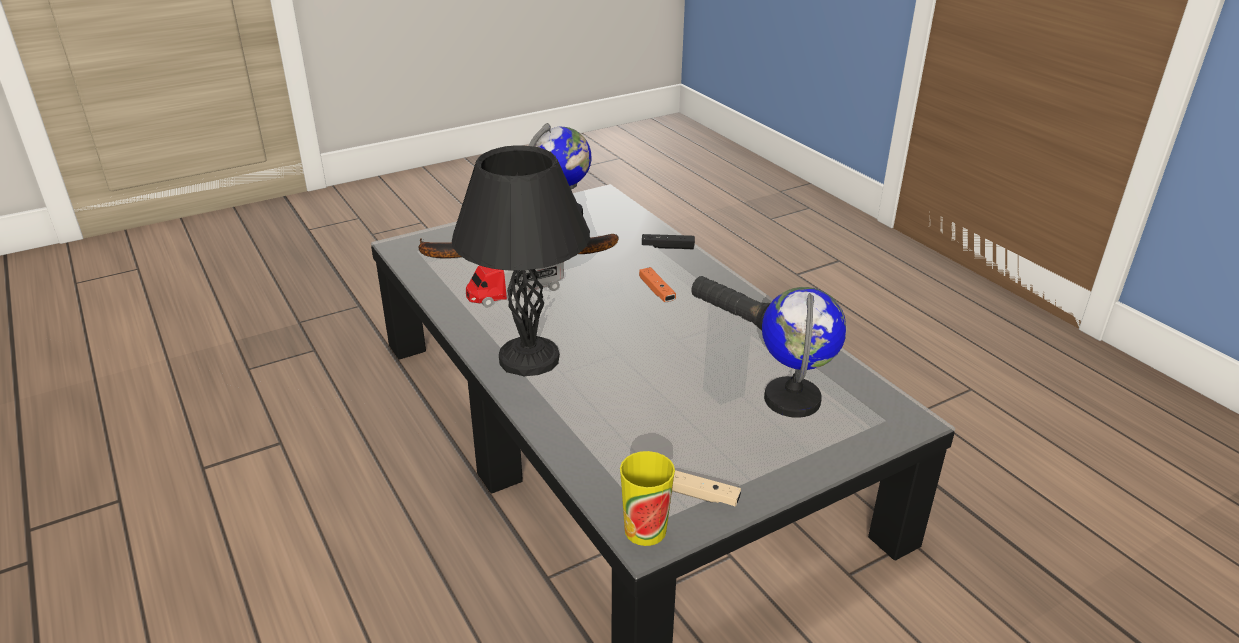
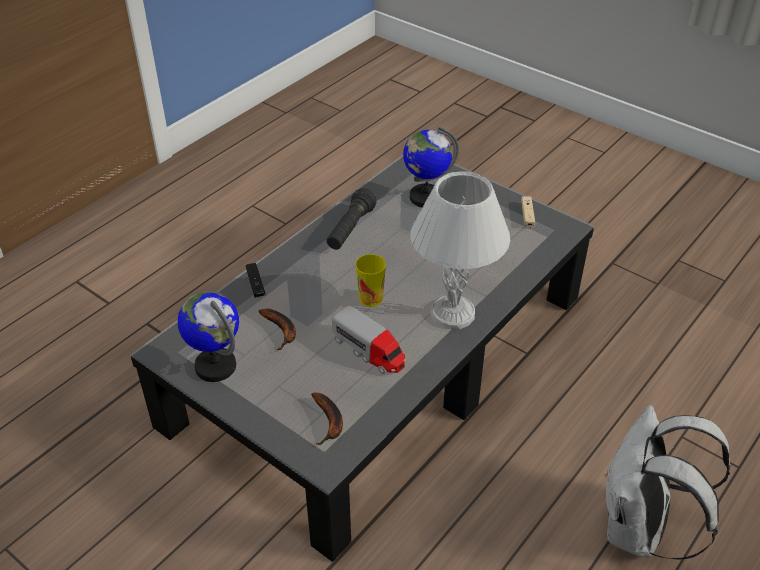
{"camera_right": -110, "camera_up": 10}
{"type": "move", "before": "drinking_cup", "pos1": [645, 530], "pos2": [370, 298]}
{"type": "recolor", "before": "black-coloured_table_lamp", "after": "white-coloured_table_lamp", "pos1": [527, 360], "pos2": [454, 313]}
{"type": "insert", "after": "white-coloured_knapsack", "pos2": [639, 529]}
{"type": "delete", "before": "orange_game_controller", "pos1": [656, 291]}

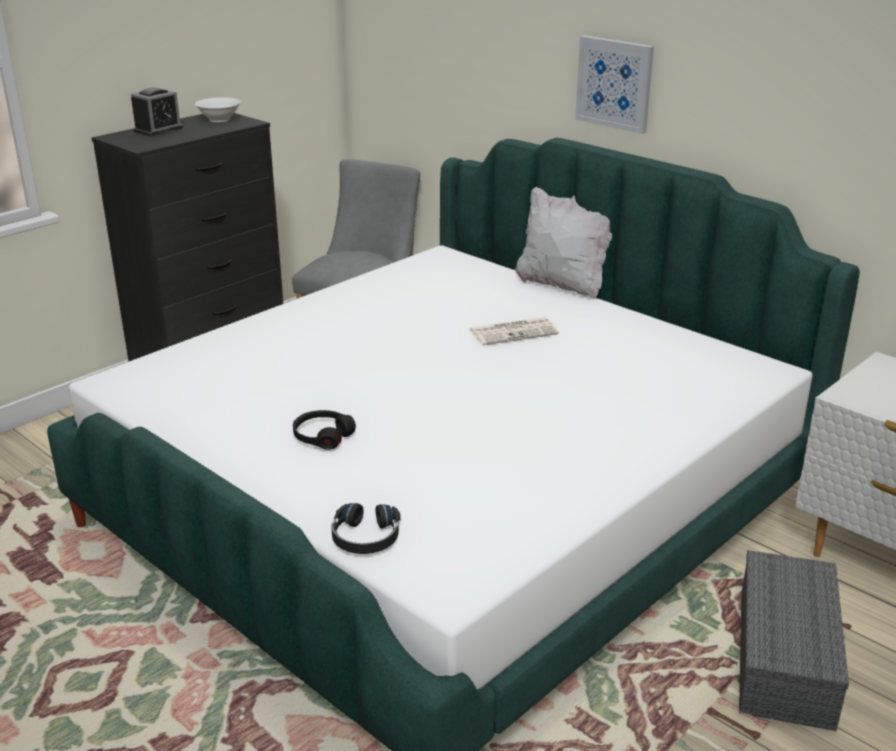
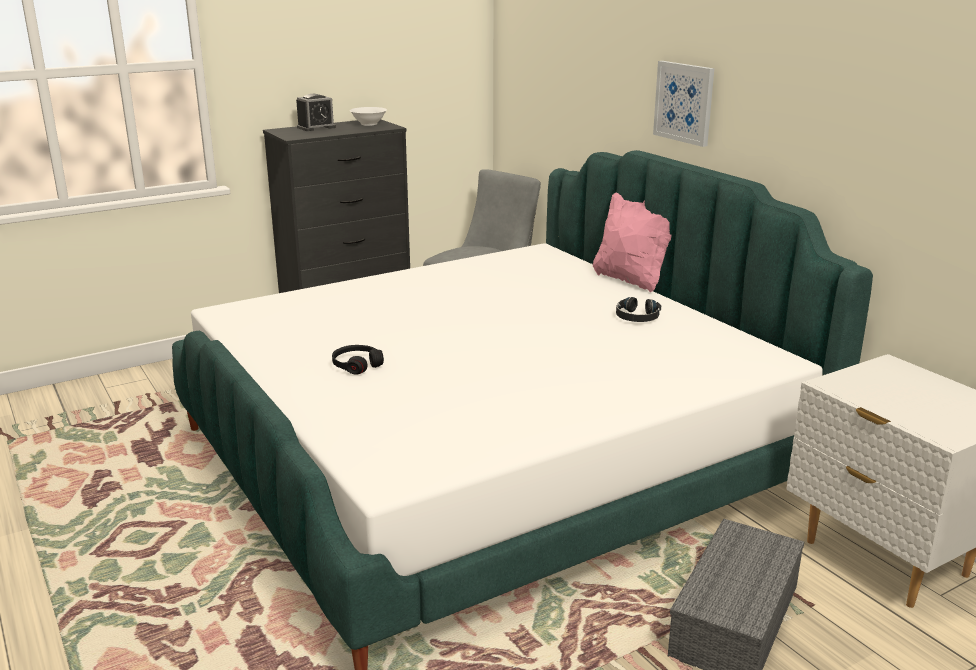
{"camera_right": 15, "camera_up": -5}
{"type": "recolor", "before": "white-coloured_throw_pillow", "after": "pink_throw_pillow", "pos1": [563, 285], "pos2": [631, 280]}
{"type": "move", "before": "black-coloured_headset", "pos1": [365, 538], "pos2": [637, 317]}
{"type": "delete", "before": "printed_paper", "pos1": [514, 332]}

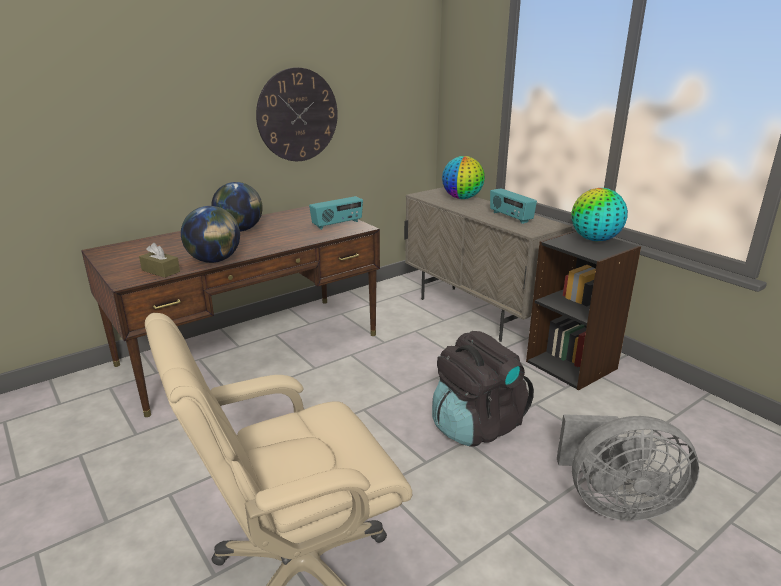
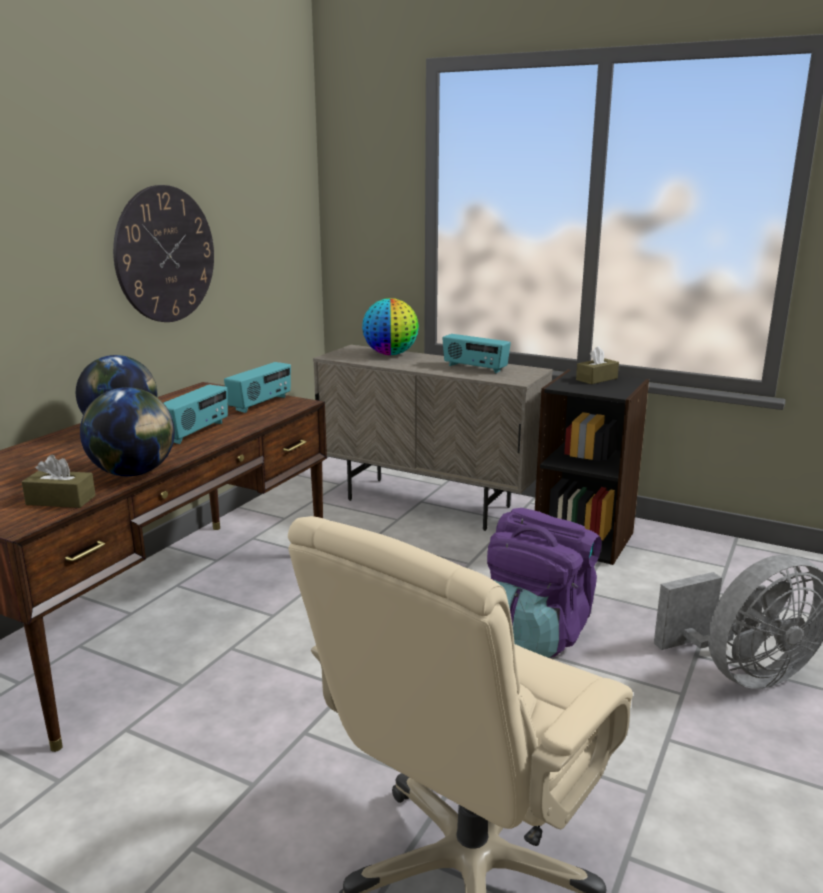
{"camera_right": -25, "camera_up": -5}
{"type": "insert", "after": "radio_receiver", "pos2": [196, 432]}
{"type": "recolor", "before": "black-coloured_knapsack", "after": "purplish_knapsack", "pos1": [476, 425], "pos2": [537, 632]}
{"type": "replace", "before": "desk_globe", "after": "brown-coloured_tissue_holder", "pos1": [595, 240], "pos2": [596, 379]}

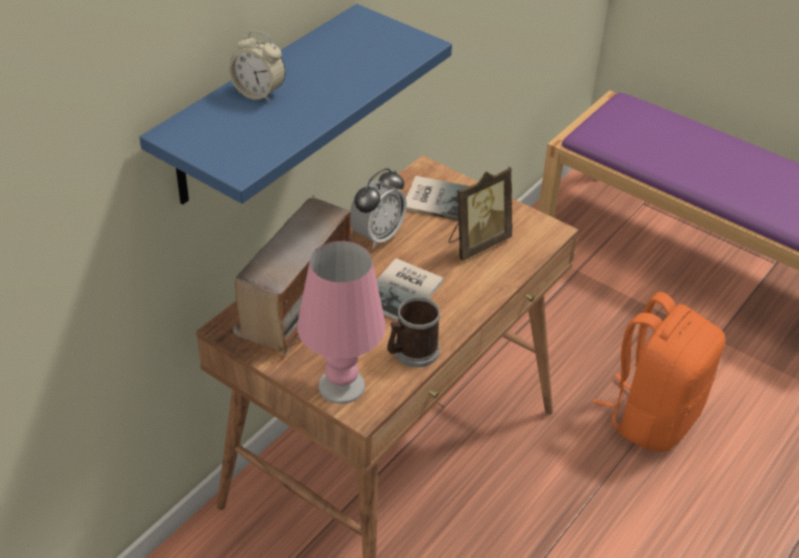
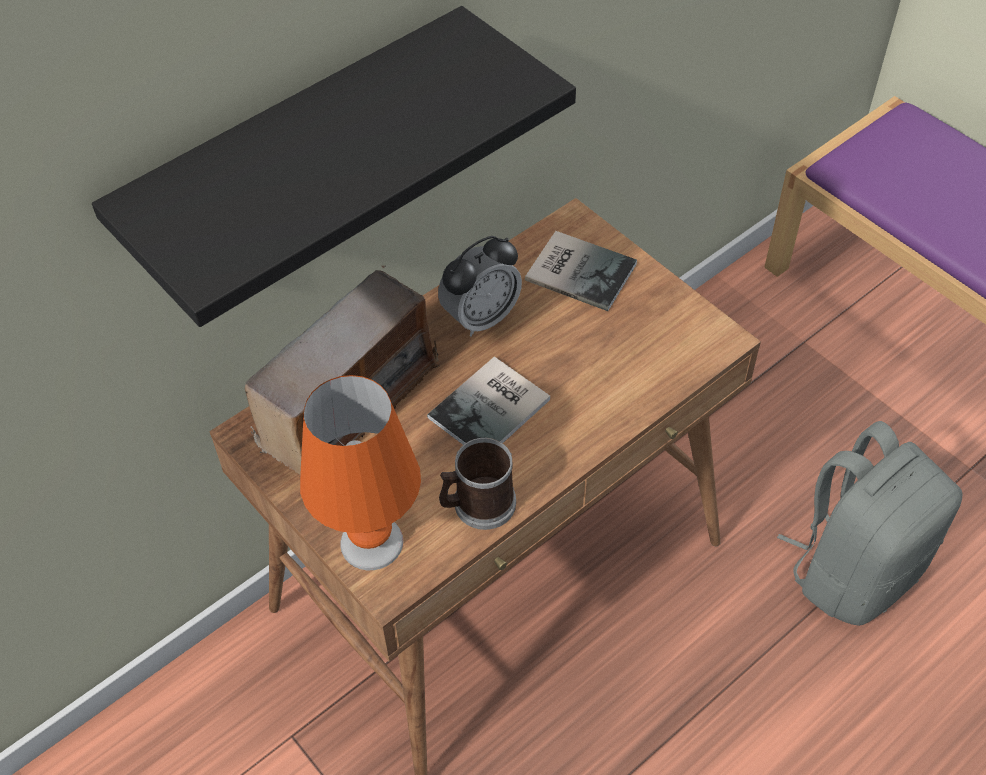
{"camera_right": 15, "camera_up": 10}
{"type": "recolor", "before": "blue_wall_shelf", "after": "black-coloured_wall_shelf", "pos1": [259, 107], "pos2": [298, 151]}
{"type": "recolor", "before": "pink_table_lamp", "after": "orange_table_lamp", "pos1": [342, 385], "pos2": [372, 542]}
{"type": "recolor", "before": "orange_knapsack", "after": "greyish_knapsack", "pos1": [653, 416], "pos2": [854, 569]}
{"type": "delete", "before": "table_clock", "pos1": [258, 93]}
{"type": "delete", "before": "picture_frame", "pos1": [477, 243]}

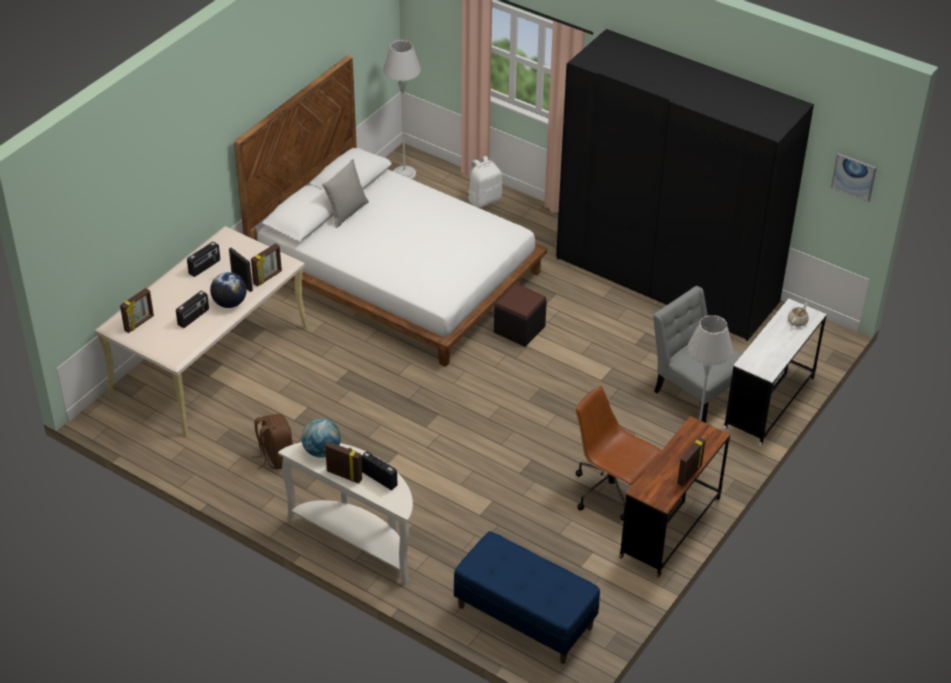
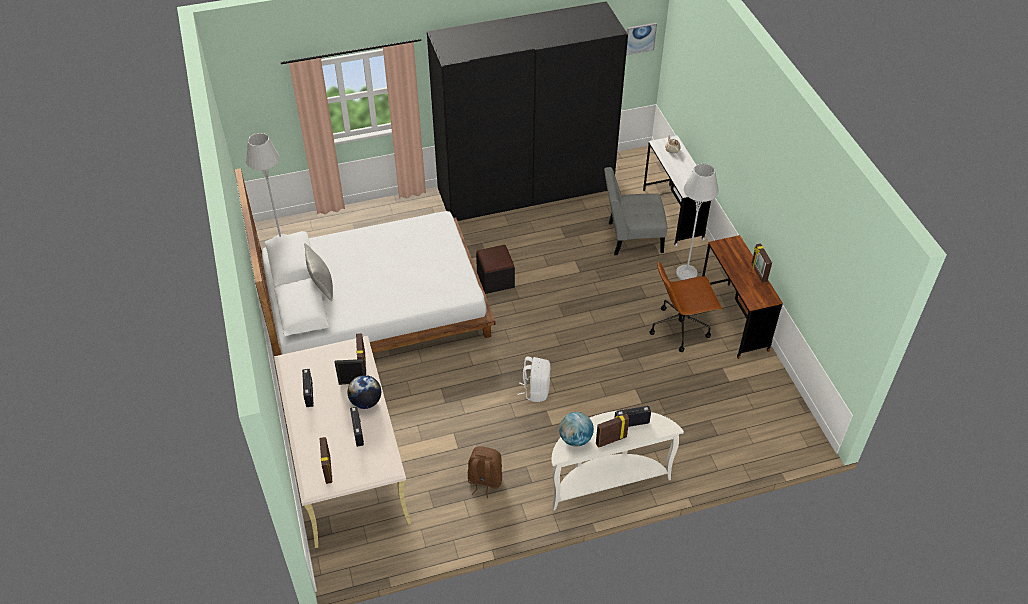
{"camera_right": -50, "camera_up": 5}
{"type": "move", "before": "white-coloured_knapsack", "pos1": [484, 199], "pos2": [536, 390]}
{"type": "delete", "before": "blue_bench", "pos1": [524, 617]}

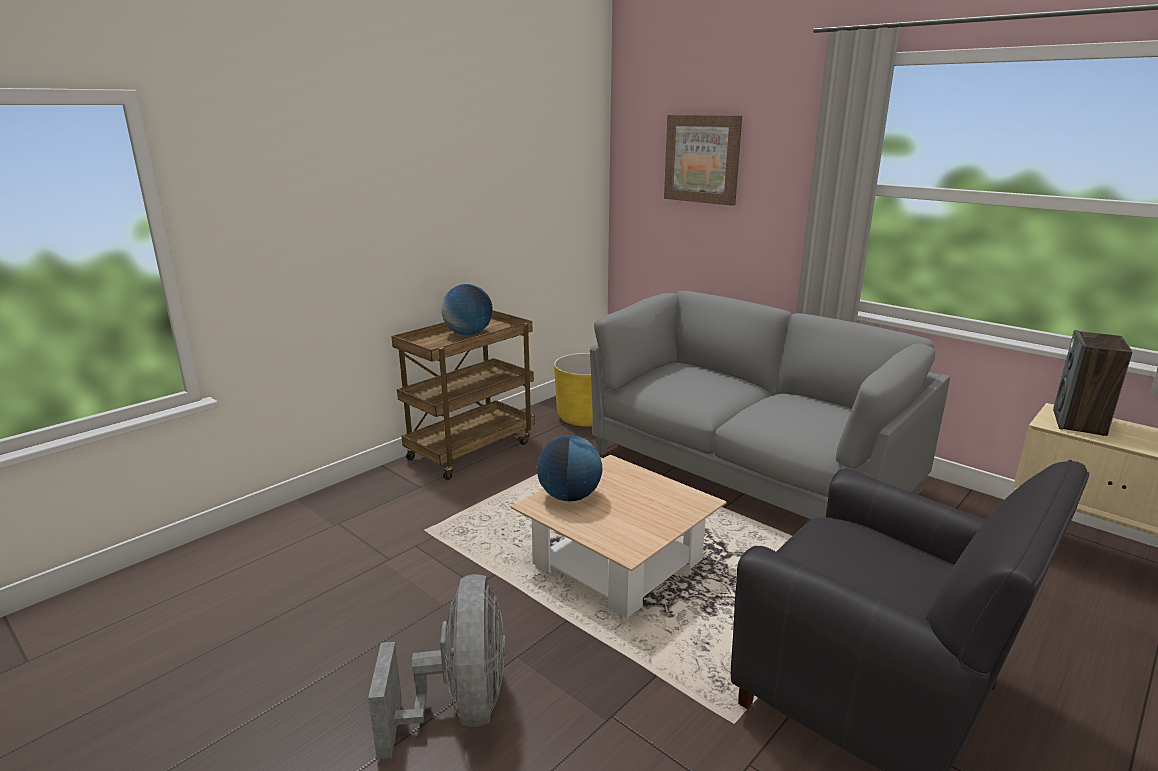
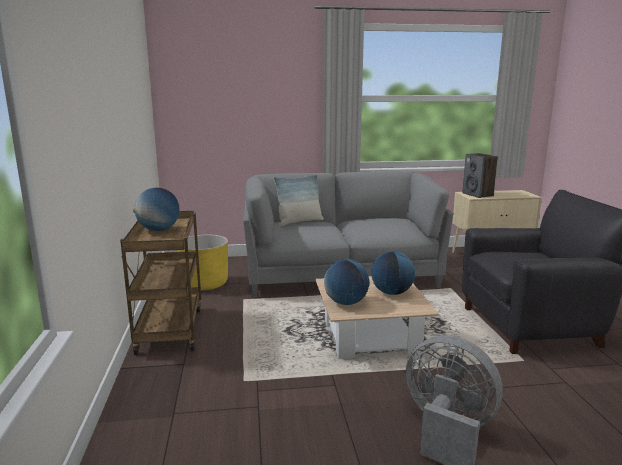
{"camera_right": -50, "camera_up": -5}
{"type": "insert", "after": "throw_pillow", "pos2": [299, 222]}
{"type": "insert", "after": "desk_globe", "pos2": [391, 293]}
{"type": "delete", "before": "wall_art", "pos1": [702, 159]}

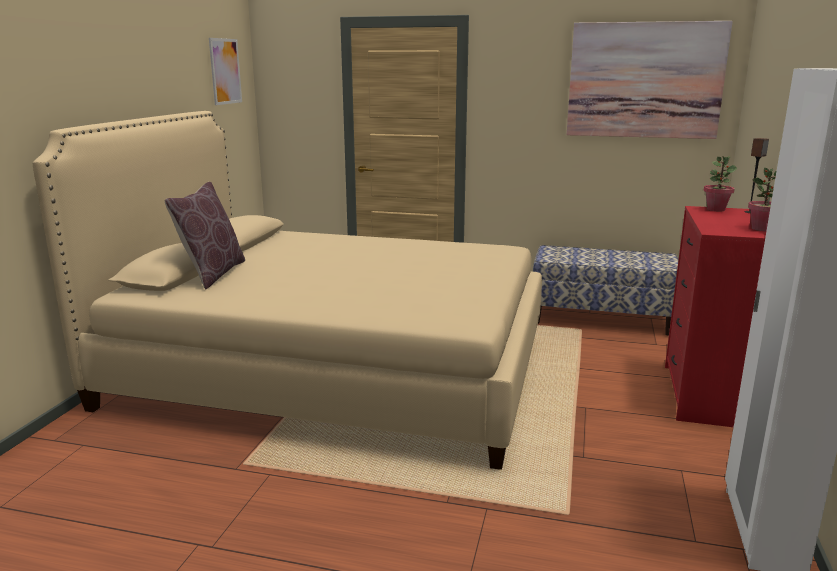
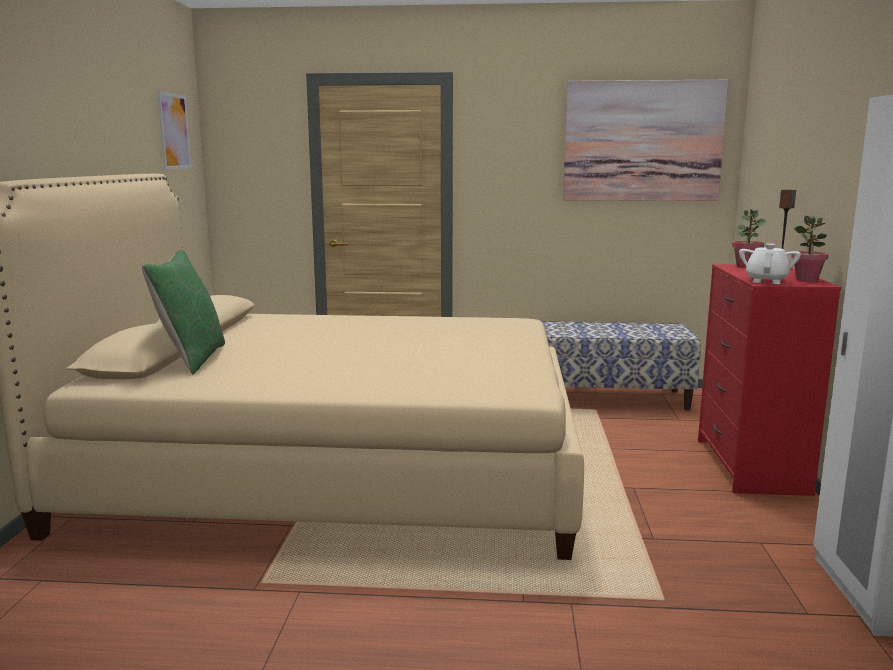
{"camera_right": -10, "camera_up": -5}
{"type": "recolor", "before": "brown-coloured_throw_pillow", "after": "green-coloured_throw_pillow", "pos1": [212, 274], "pos2": [191, 359]}
{"type": "insert", "after": "white-coloured_pot_for_tea", "pos2": [766, 281]}

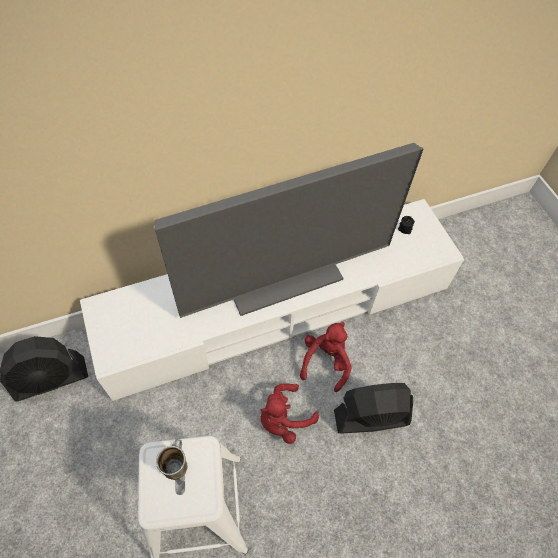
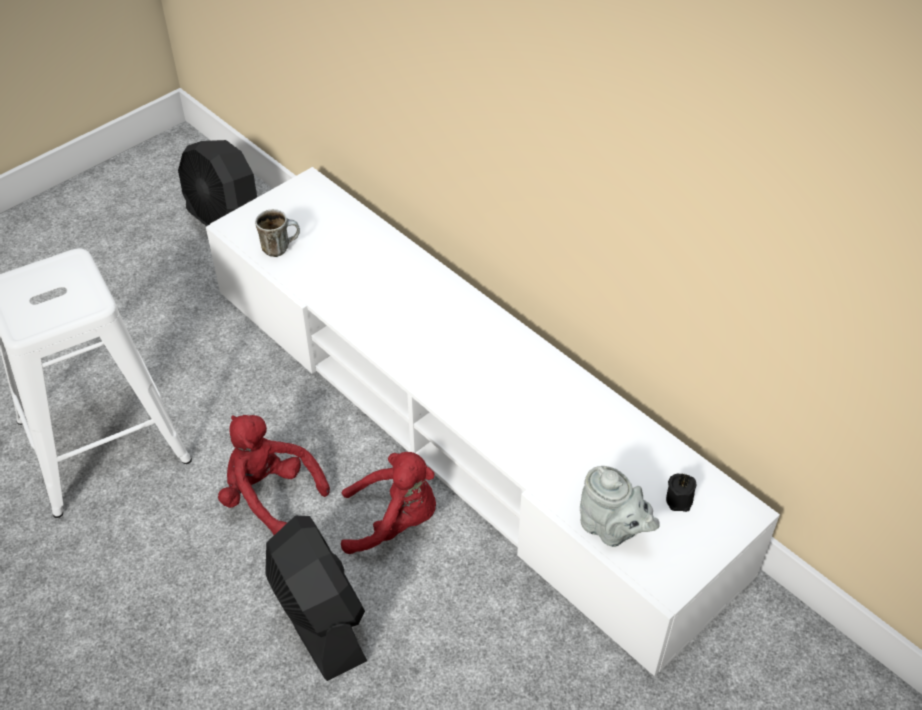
{"camera_right": 70, "camera_up": -10}
{"type": "move", "before": "tea_mug", "pos1": [175, 463], "pos2": [280, 247]}
{"type": "insert", "after": "greyish_pot_for_tea", "pos2": [612, 529]}
{"type": "delete", "before": "TV", "pos1": [283, 275]}

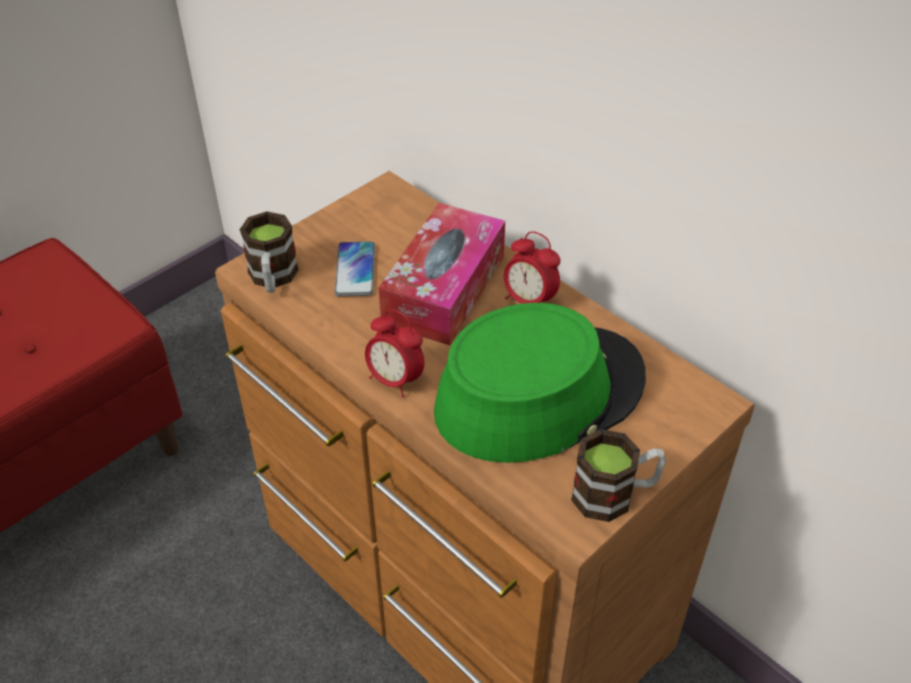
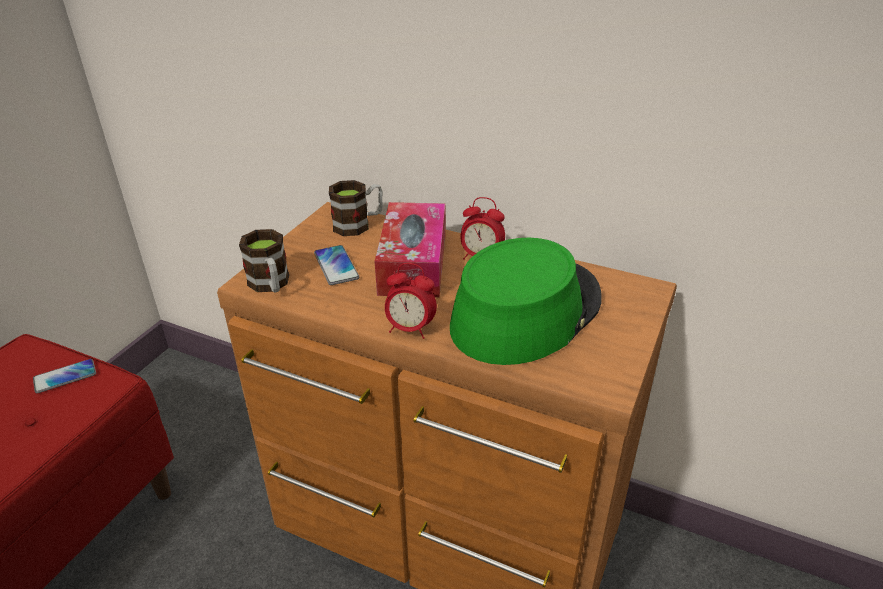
{"camera_right": -20, "camera_up": -10}
{"type": "insert", "after": "phone", "pos2": [65, 377]}
{"type": "move", "before": "tea_mug", "pos1": [614, 494], "pos2": [358, 224]}

